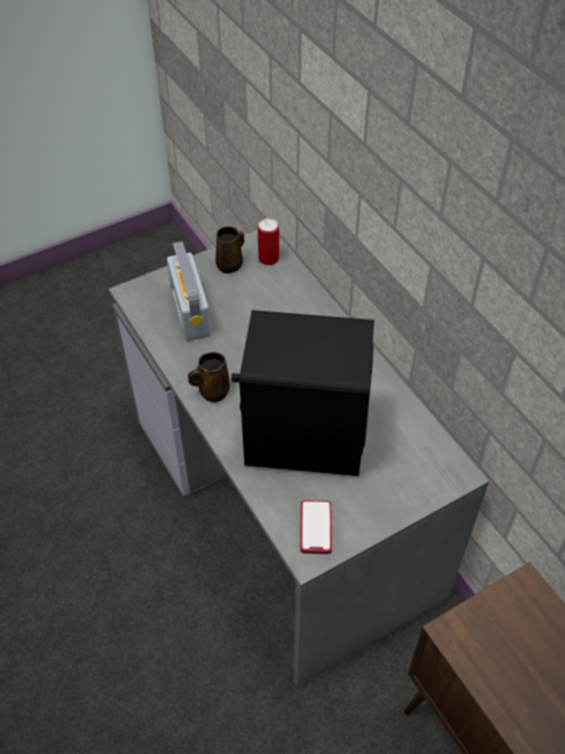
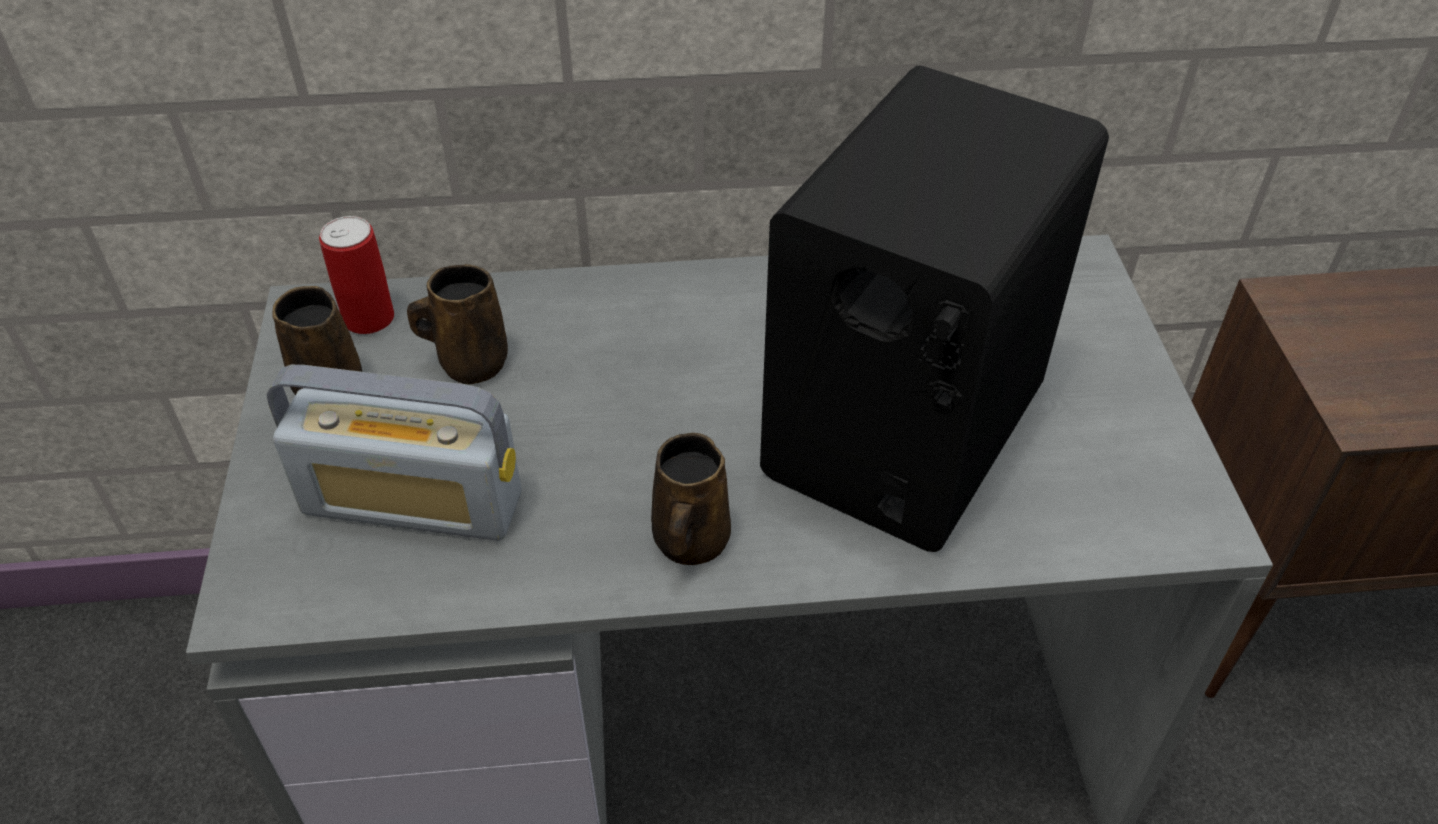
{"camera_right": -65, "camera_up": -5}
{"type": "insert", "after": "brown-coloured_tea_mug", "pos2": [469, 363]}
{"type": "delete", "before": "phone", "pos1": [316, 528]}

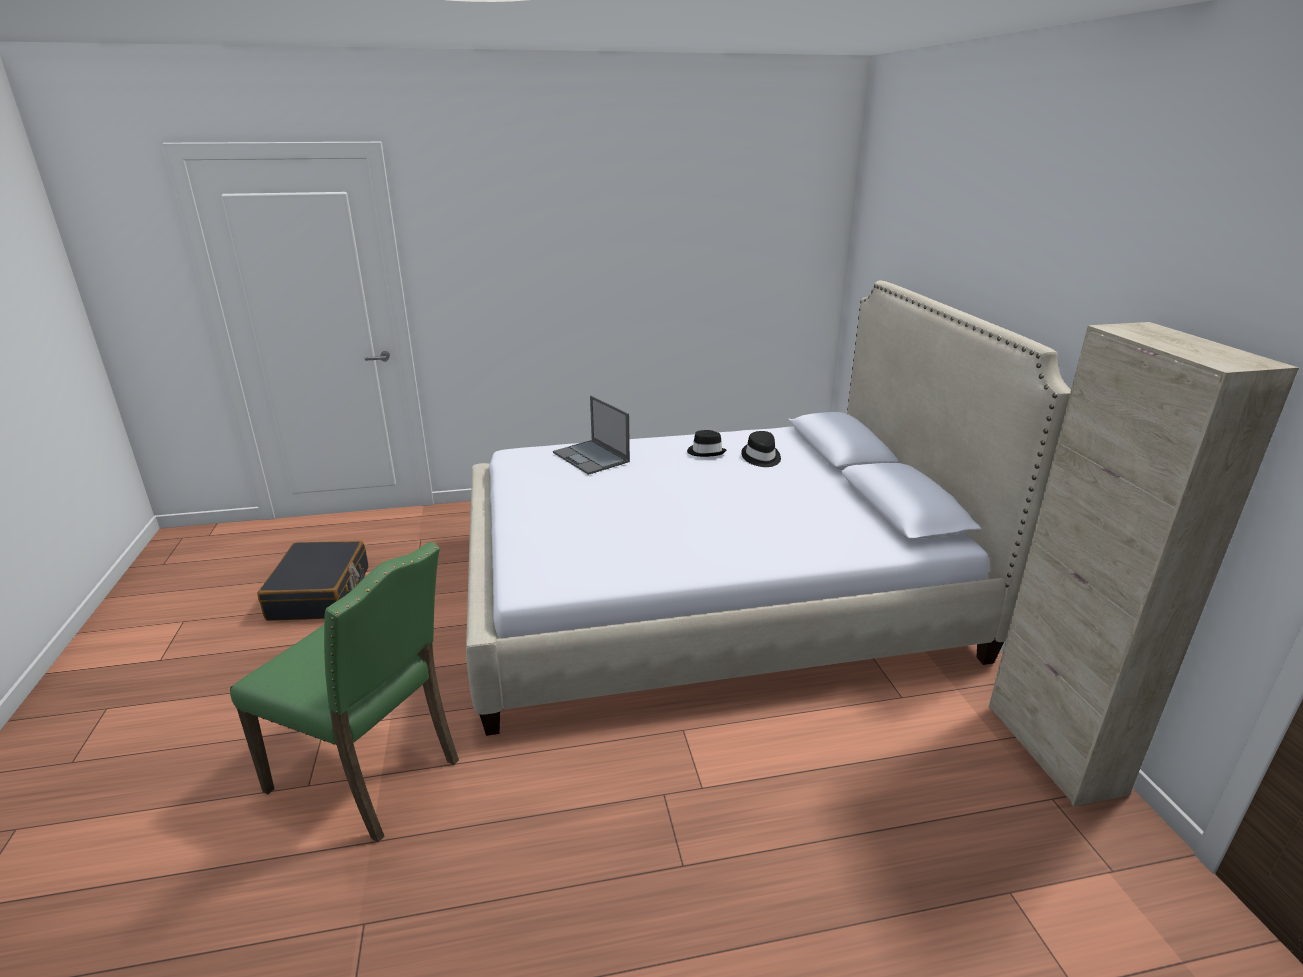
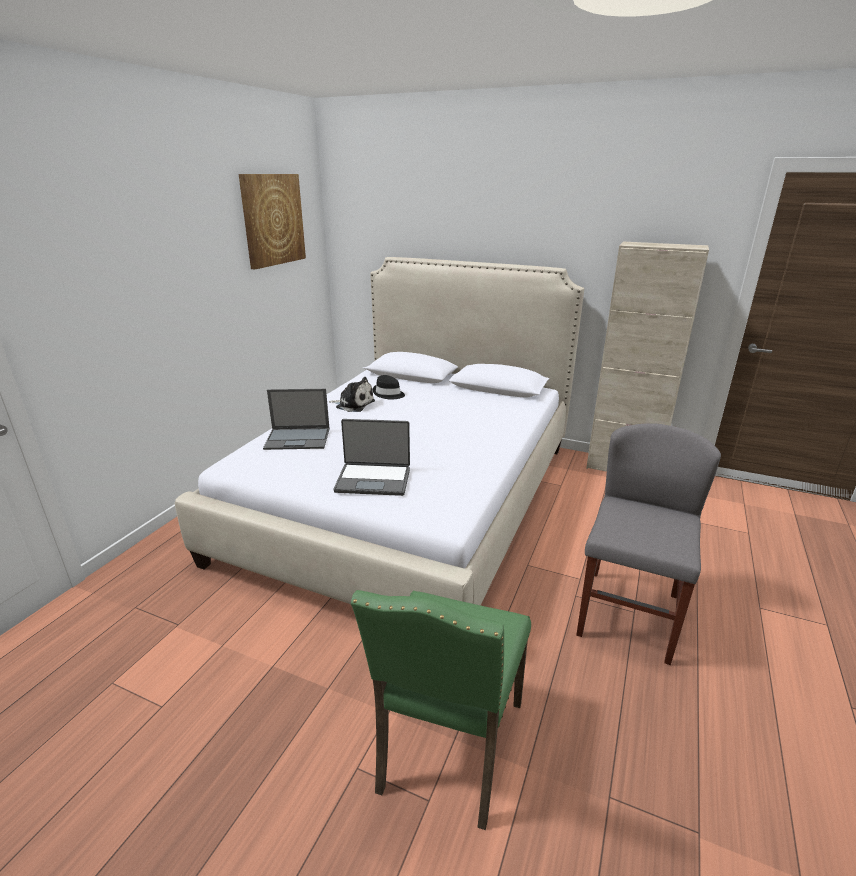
{"camera_right": -55, "camera_up": 0}
{"type": "insert", "after": "wall_art", "pos2": [273, 220]}
{"type": "replace", "before": "black-coloured_clothing_hat", "after": "soft_toy", "pos1": [706, 452], "pos2": [353, 404]}
{"type": "insert", "after": "notebook_computer", "pos2": [373, 479]}
{"type": "rotate", "before": "green-coloured_plain_chair", "pos1": [370, 773], "pos2": [447, 746], "turn": 135}
{"type": "insert", "after": "greyish_plain_chair", "pos2": [628, 614]}
{"type": "delete", "before": "black-coloured_piece_of_luggage", "pos1": [320, 593]}

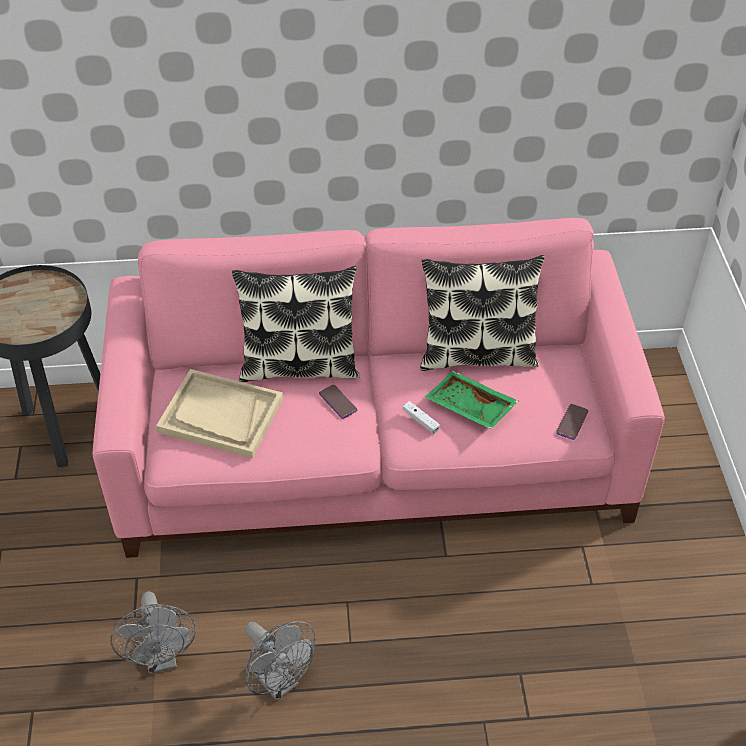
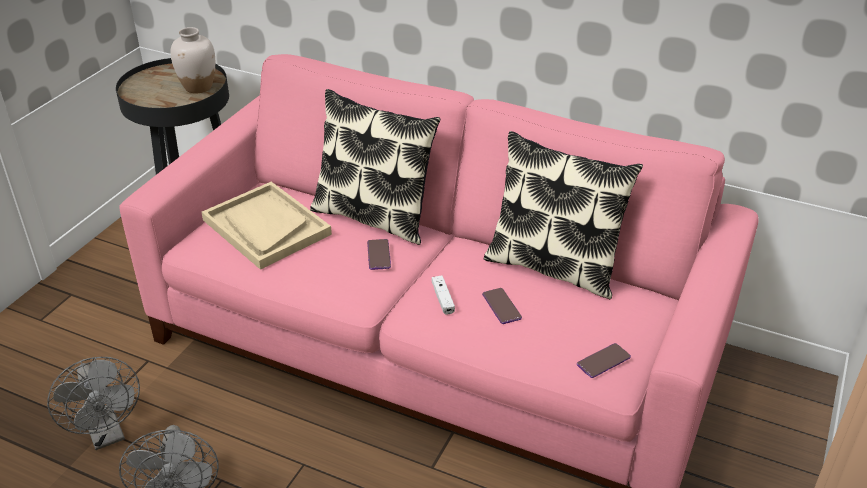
{"camera_right": 30, "camera_up": -10}
{"type": "rotate", "before": "greyish_fan", "pos1": [162, 658], "pos2": [107, 435], "turn": -45}
{"type": "insert", "after": "white-coloured_flower_vase", "pos2": [198, 87]}
{"type": "replace", "before": "green-coloured_tray", "after": "phone", "pos1": [469, 408], "pos2": [501, 306]}

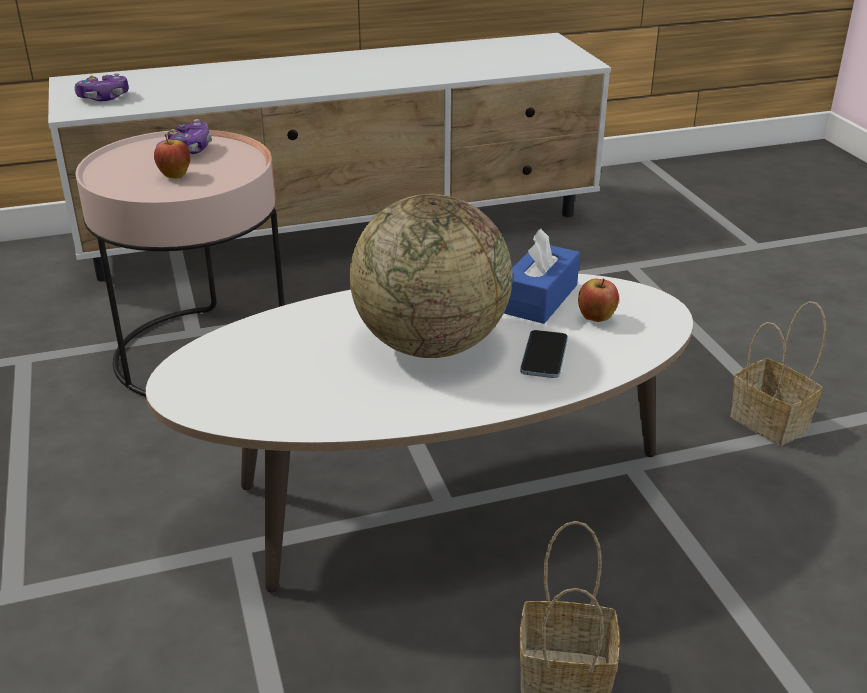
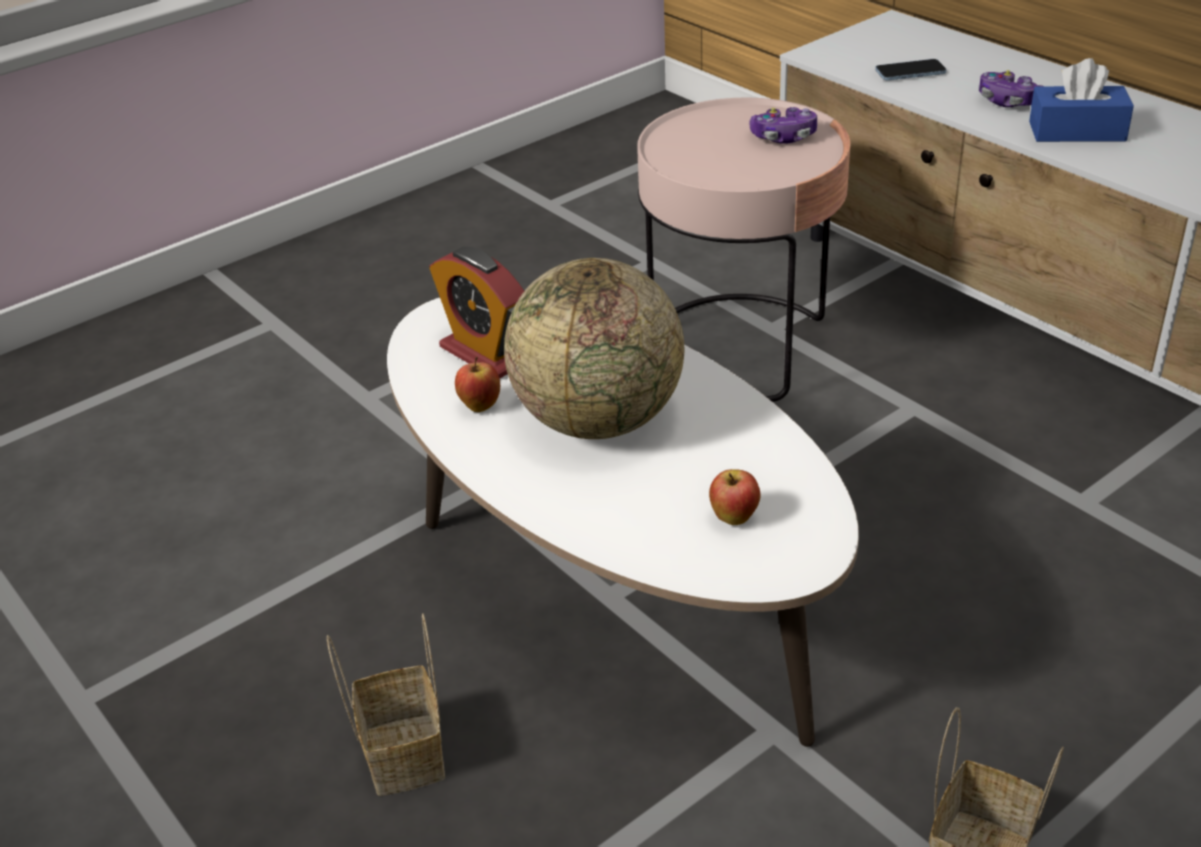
{"camera_right": 70, "camera_up": 5}
{"type": "insert", "after": "table_clock", "pos2": [486, 354]}
{"type": "move", "before": "apple_fruit", "pos1": [175, 176], "pos2": [480, 406]}
{"type": "move", "before": "phone", "pos1": [544, 356], "pos2": [910, 72]}
{"type": "move", "before": "game_controller", "pos1": [104, 98], "pos2": [1008, 101]}
{"type": "move", "before": "blue_tissue_holder", "pos1": [539, 298], "pos2": [1077, 131]}

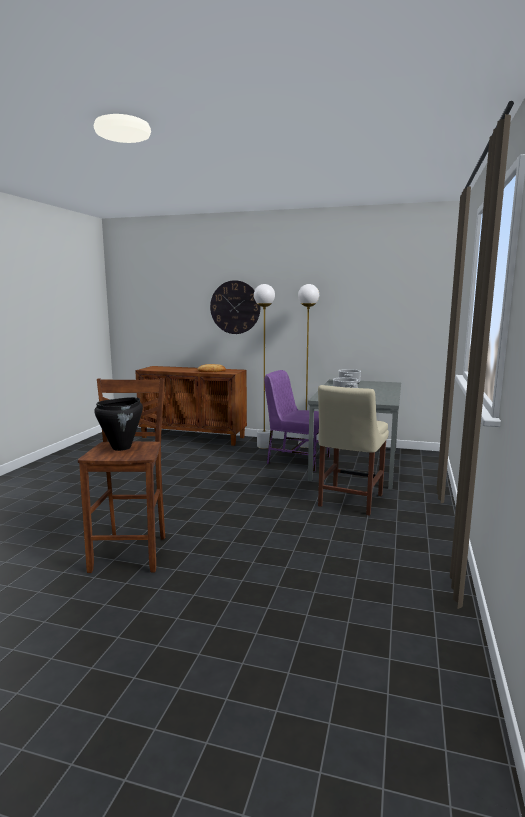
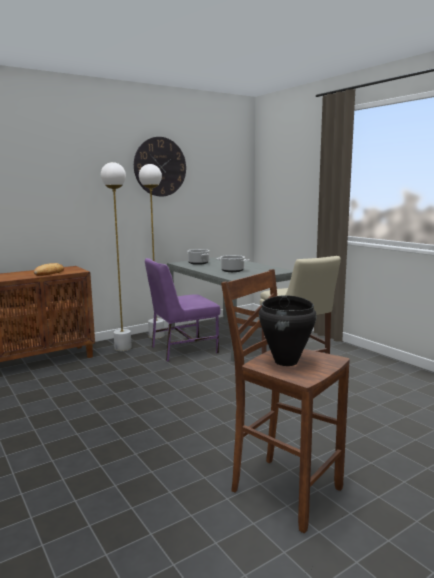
{"camera_right": -50, "camera_up": 0}
{"type": "move", "before": "clock_on_the_wall", "pos1": [235, 307], "pos2": [160, 167]}

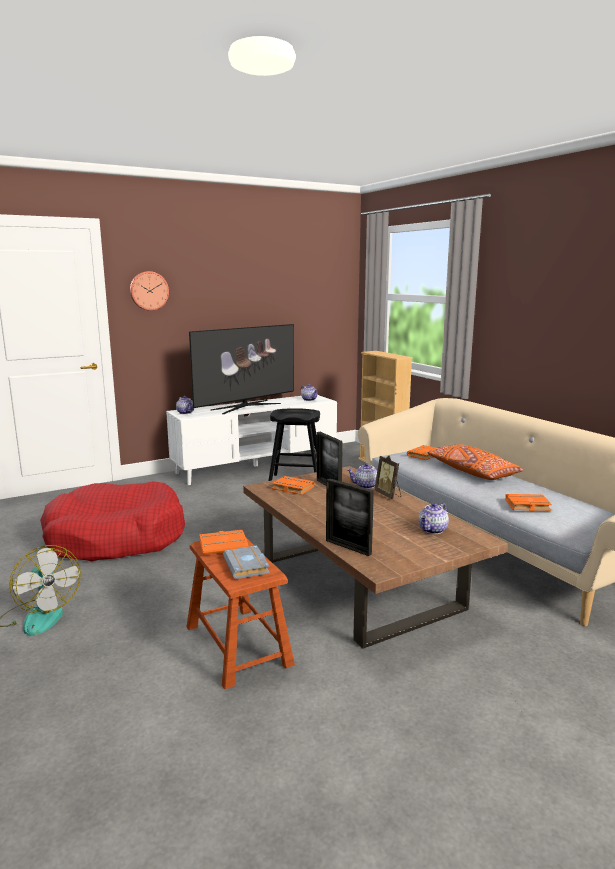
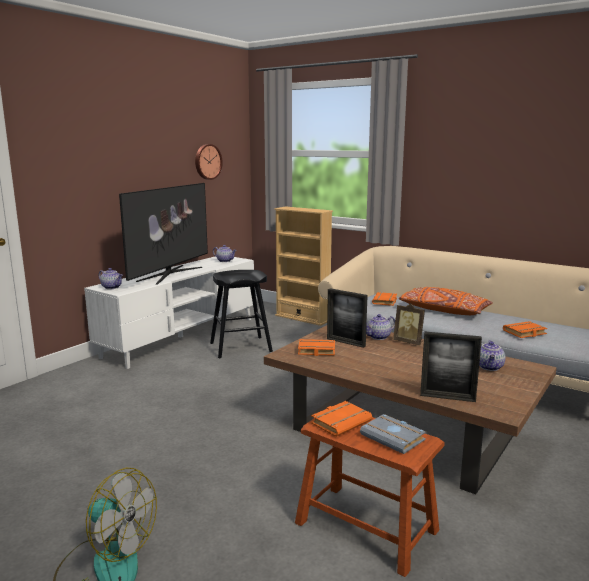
{"camera_right": -25, "camera_up": 0}
{"type": "move", "before": "clock_on_the_wall", "pos1": [149, 290], "pos2": [207, 161]}
{"type": "delete", "before": "red_dog_cushion", "pos1": [116, 537]}

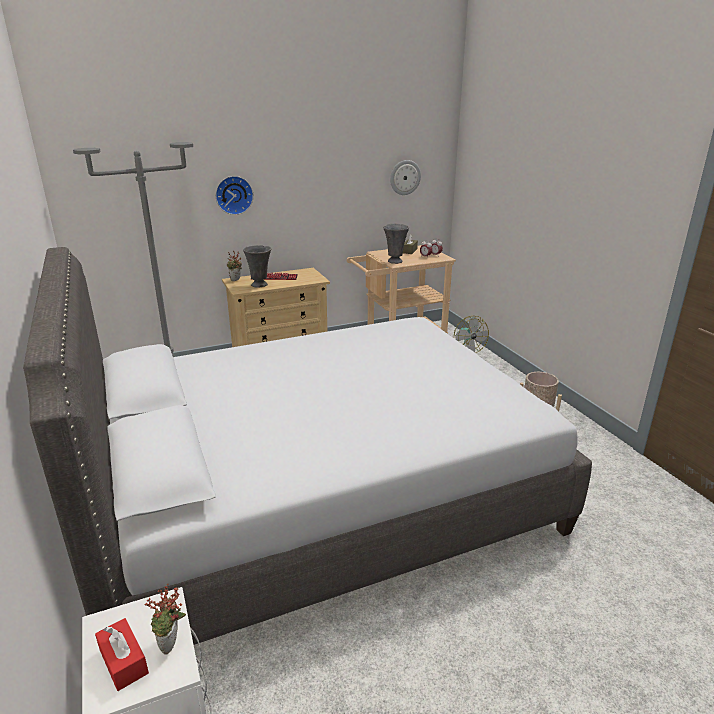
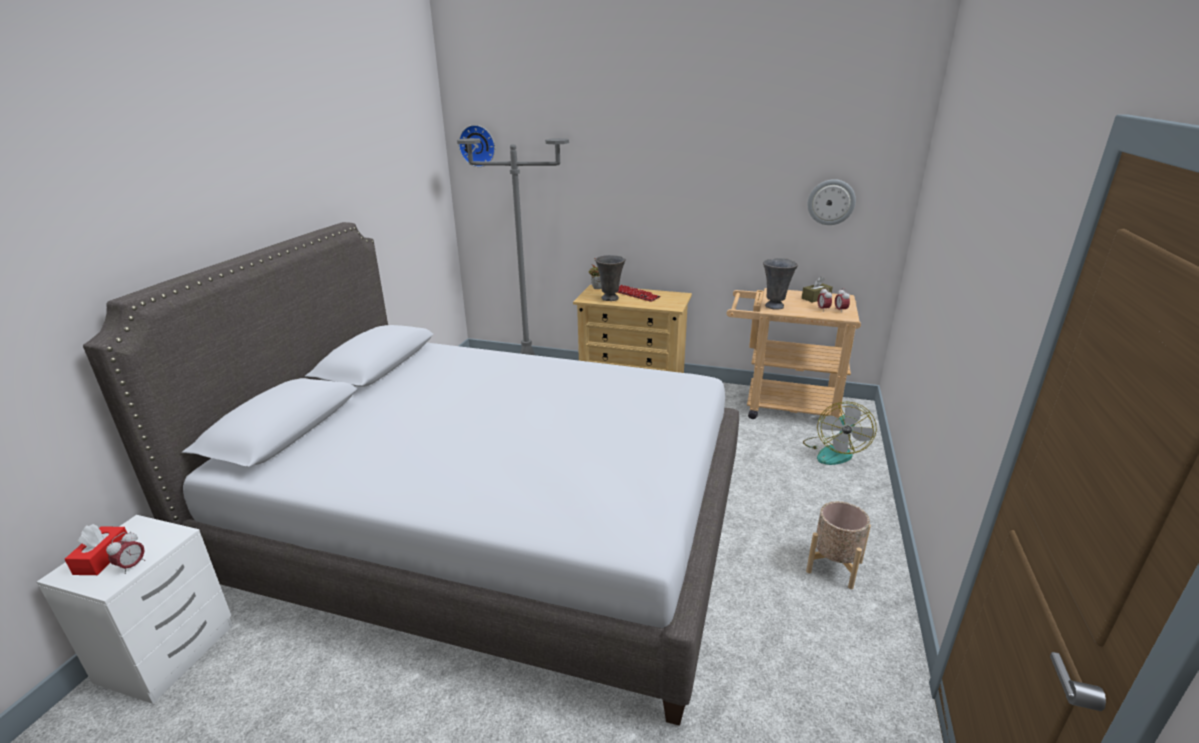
{"camera_right": 40, "camera_up": 0}
{"type": "replace", "before": "plant_in_a_pot", "after": "table_clock", "pos1": [172, 645], "pos2": [132, 566]}
{"type": "move", "before": "clock_on_the_wall", "pos1": [233, 195], "pos2": [478, 145]}

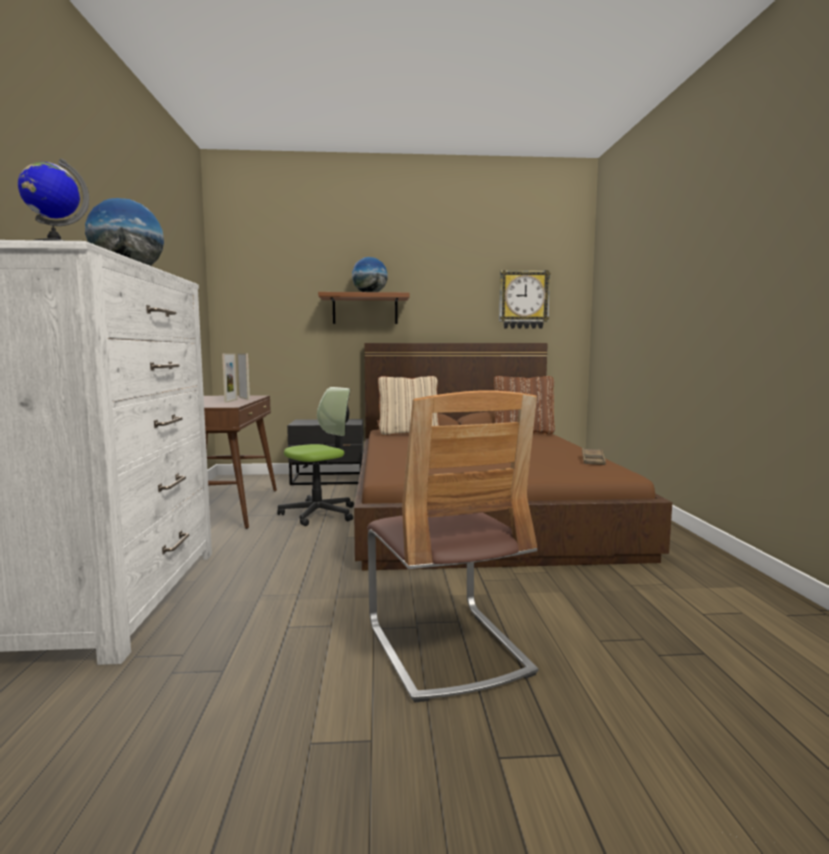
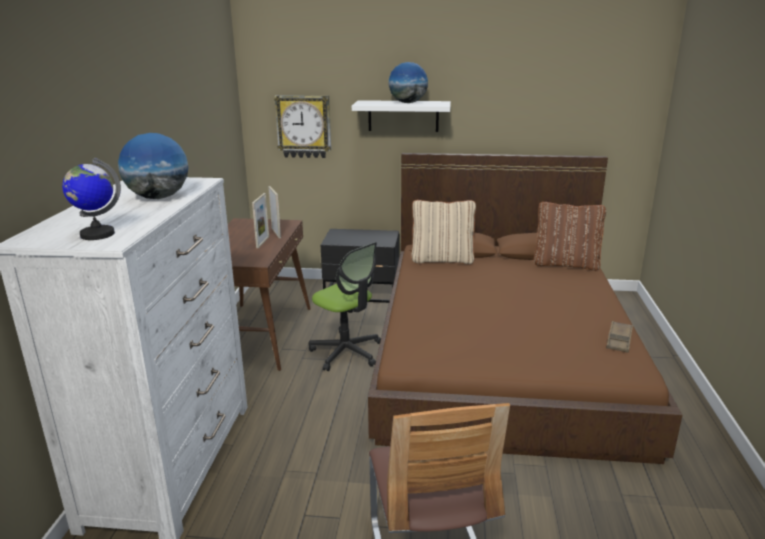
{"camera_right": 10, "camera_up": 15}
{"type": "move", "before": "clock_on_the_wall", "pos1": [523, 299], "pos2": [304, 126]}
{"type": "rotate", "before": "desk_chair", "pos1": [319, 514], "pos2": [346, 352], "turn": 75}
{"type": "recolor", "before": "brown-coloured_wall_shelf", "after": "white-coloured_wall_shelf", "pos1": [365, 309], "pos2": [403, 116]}

